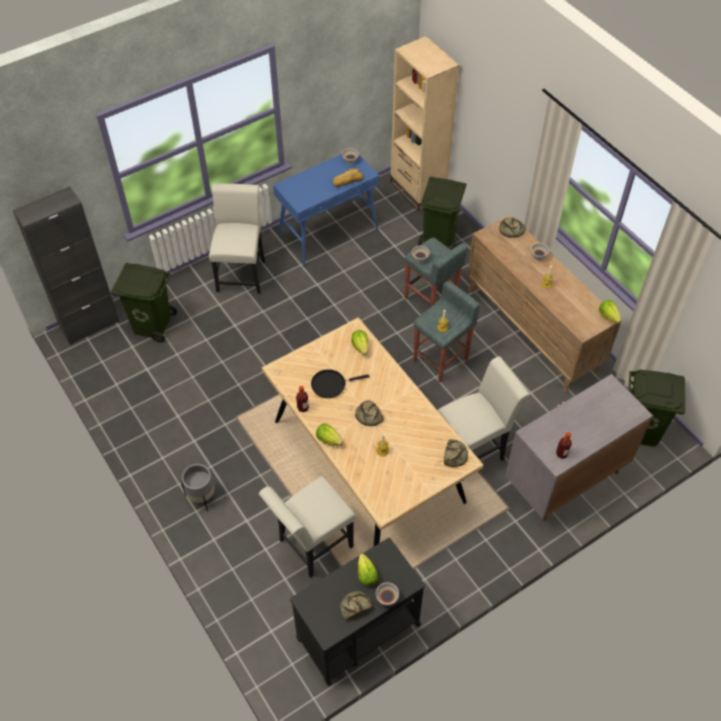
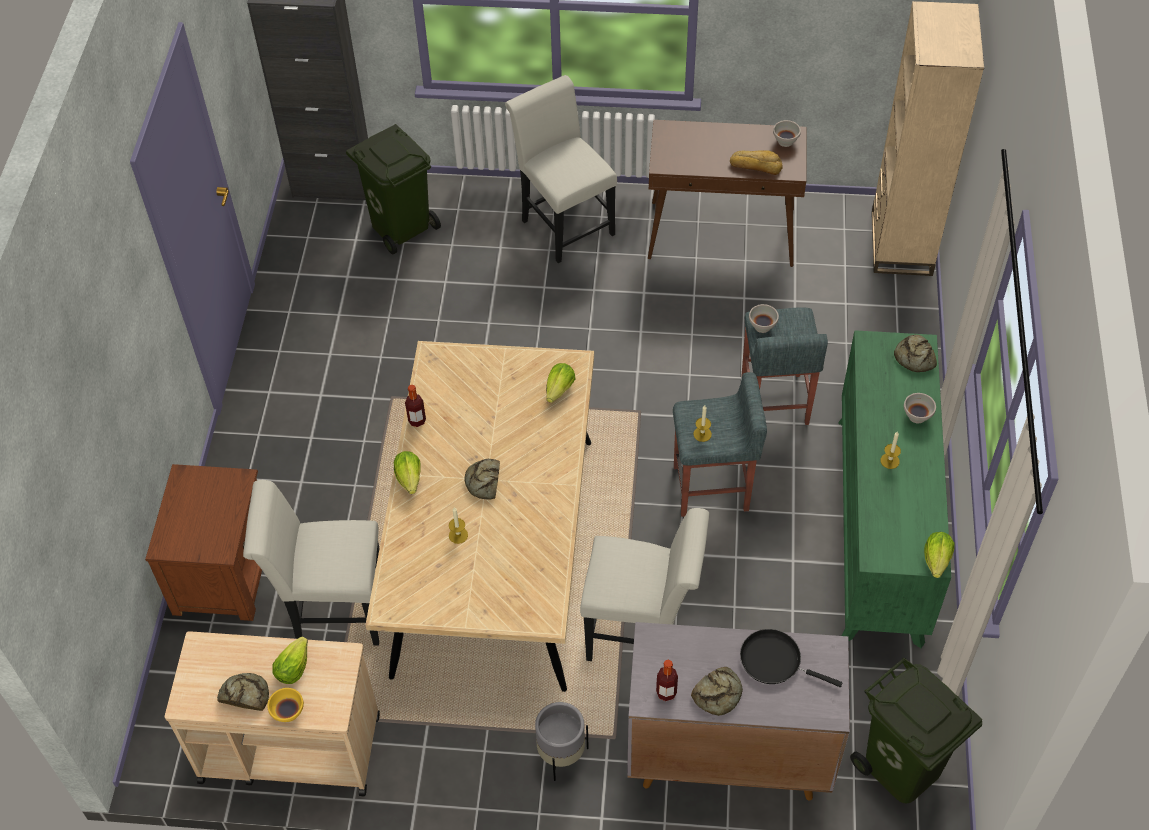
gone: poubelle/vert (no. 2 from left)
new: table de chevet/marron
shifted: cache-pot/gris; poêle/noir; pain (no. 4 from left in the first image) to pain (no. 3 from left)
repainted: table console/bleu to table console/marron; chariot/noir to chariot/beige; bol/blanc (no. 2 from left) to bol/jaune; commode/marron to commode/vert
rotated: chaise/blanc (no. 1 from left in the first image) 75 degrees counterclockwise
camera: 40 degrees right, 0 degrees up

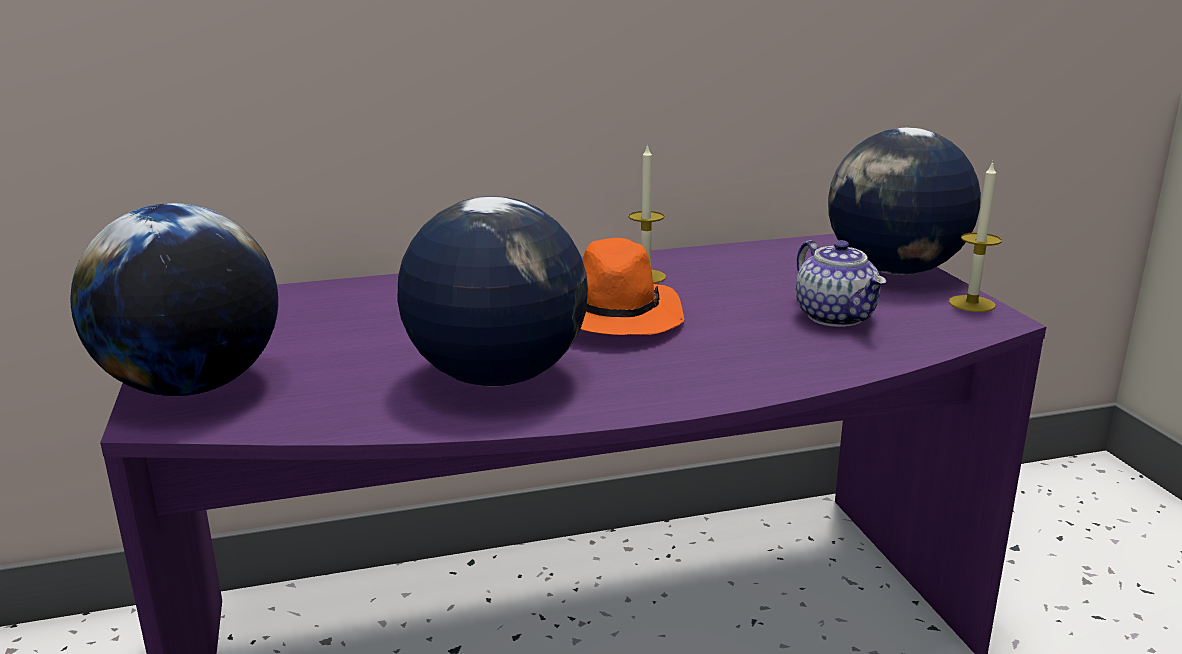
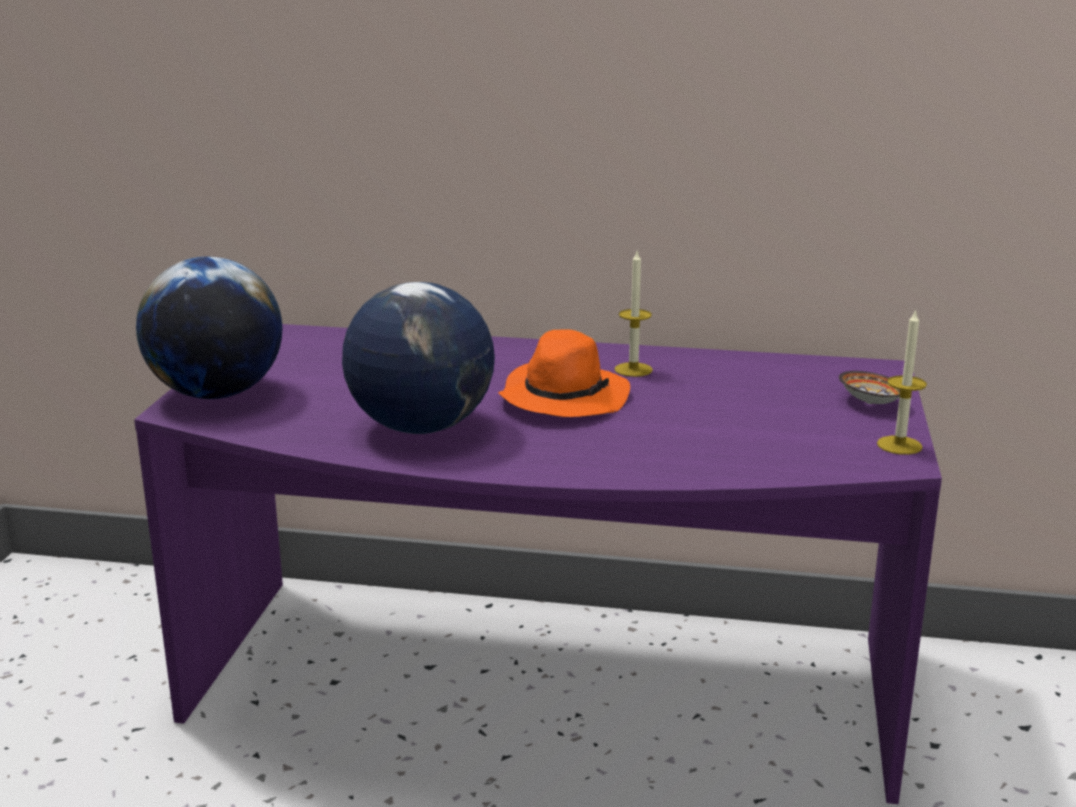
gone: théière
swapped: globe (no. 3 from left) to bol
camera: 25 degrees right, 0 degrees up

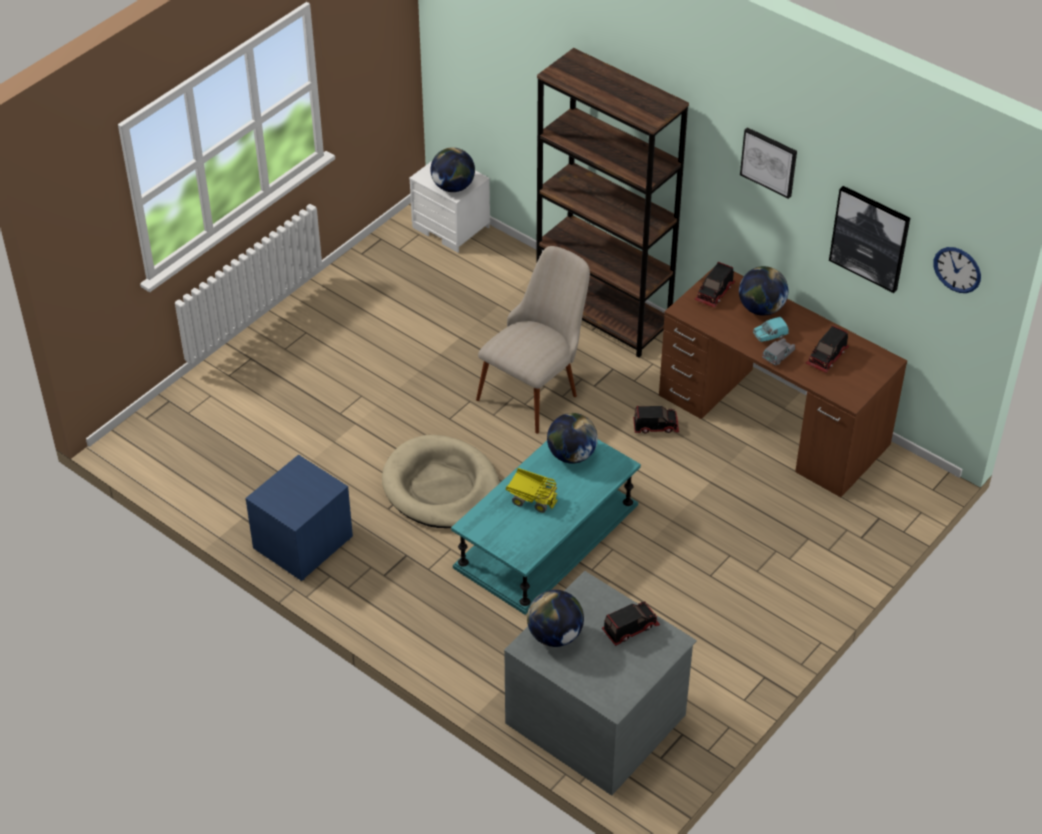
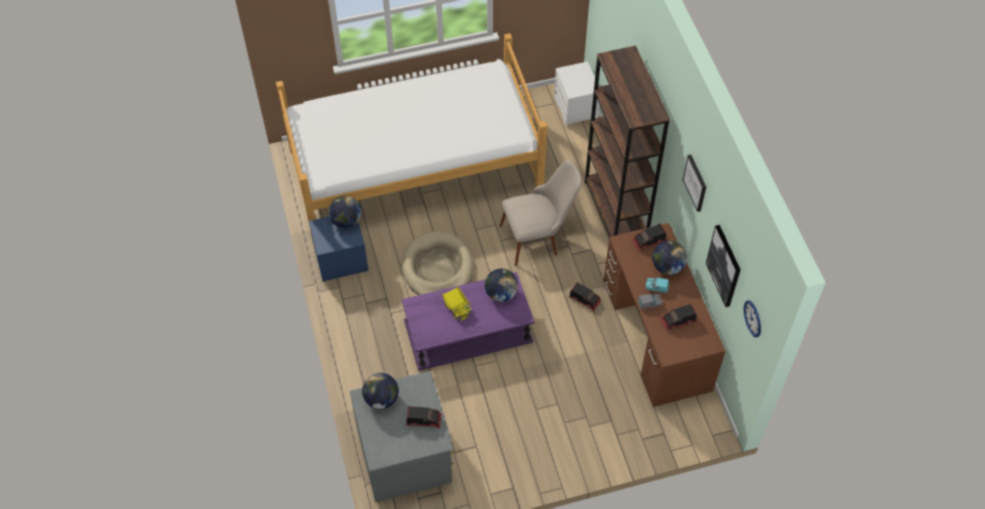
new: lit
shifted: globe (no. 1 from left)
repainted: table basse/turquoise to table basse/violet
camera: 35 degrees right, 10 degrees up

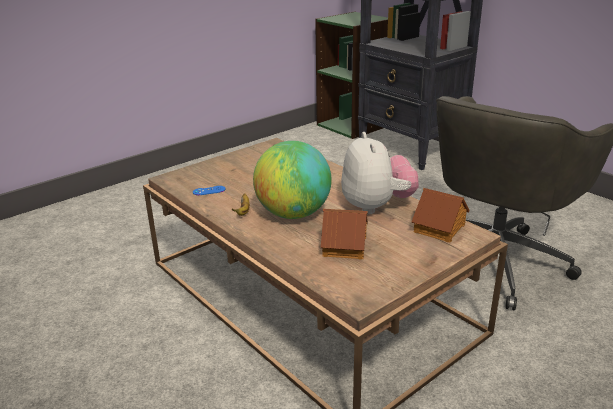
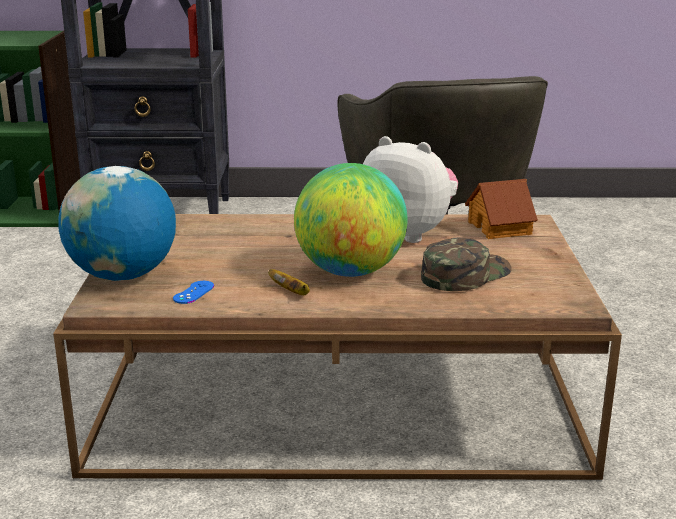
new: globe (no. 1 from left)
swapped: maison miniature (no. 1 from left) to casquette/vert
camera: 50 degrees left, 5 degrees down

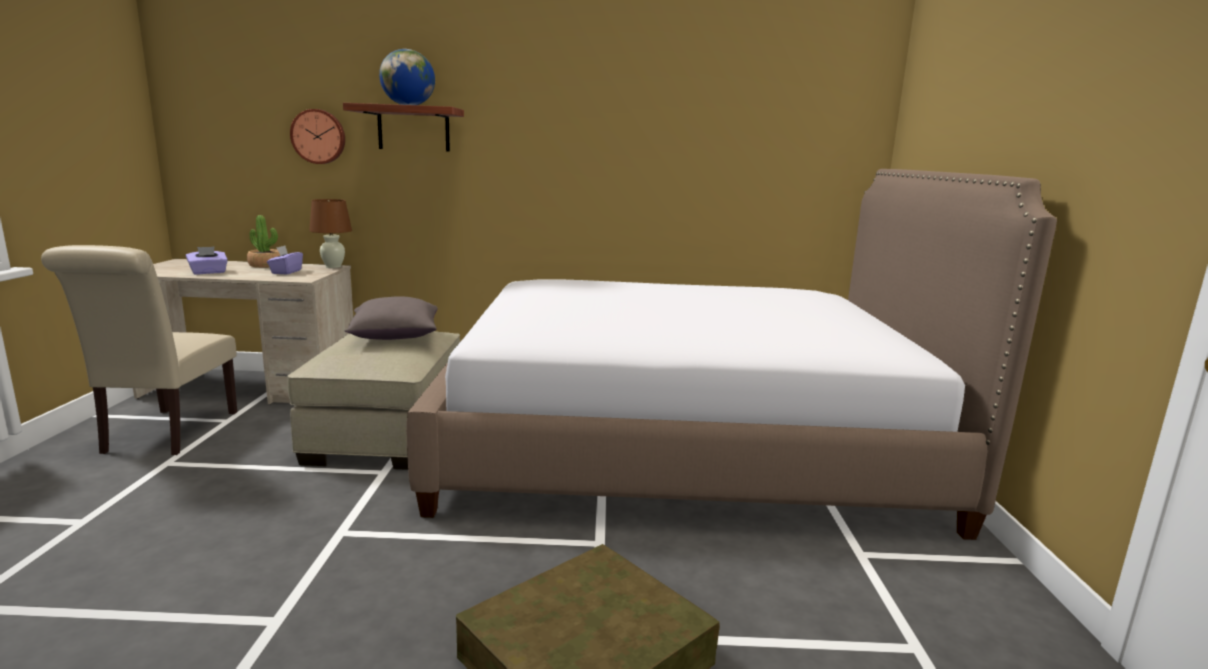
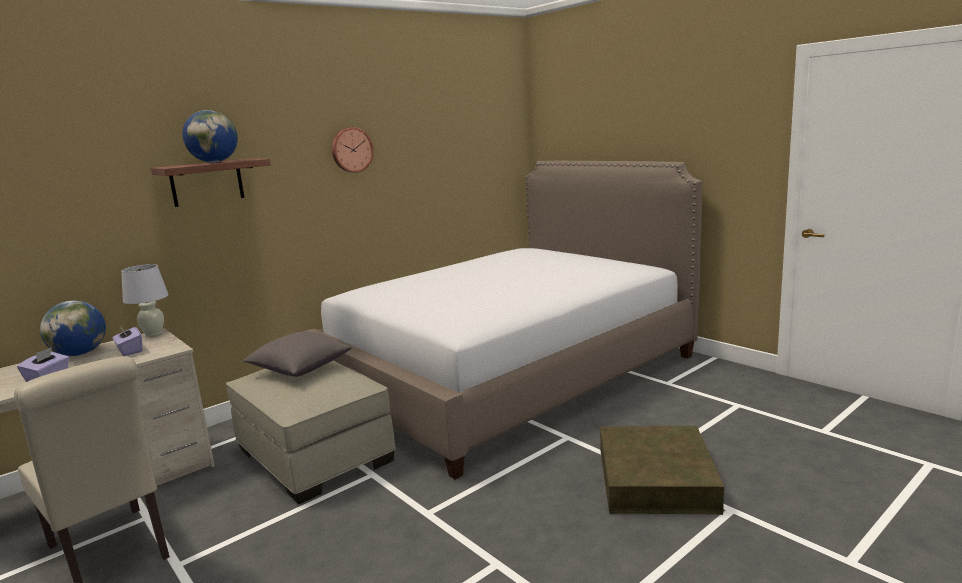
shifted: horloge murale
swapped: plante en pot to globe (no. 1 from left)
repainted: lampe de table/marron to lampe de table/blanc
camera: 40 degrees left, 0 degrees up

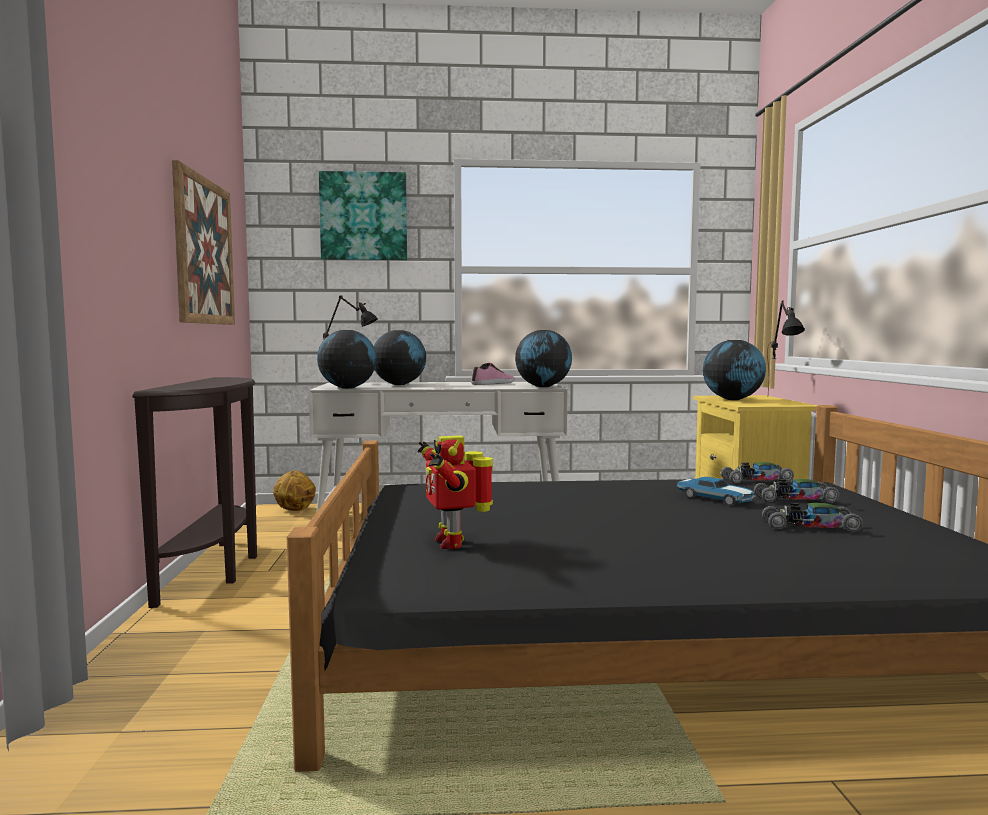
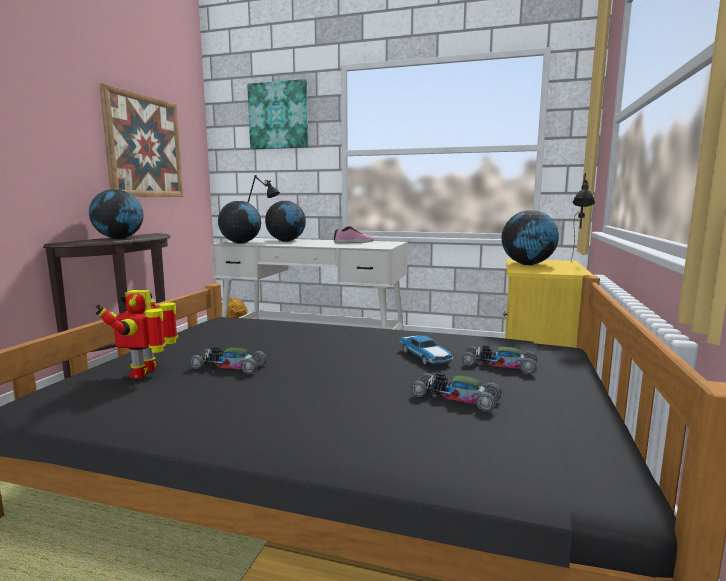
shifted: globe (no. 3 from left in the first image) to globe (no. 1 from left); petite voiture (no. 2 from left in the first image) to petite voiture (no. 1 from left)
camera: 20 degrees right, 5 degrees up

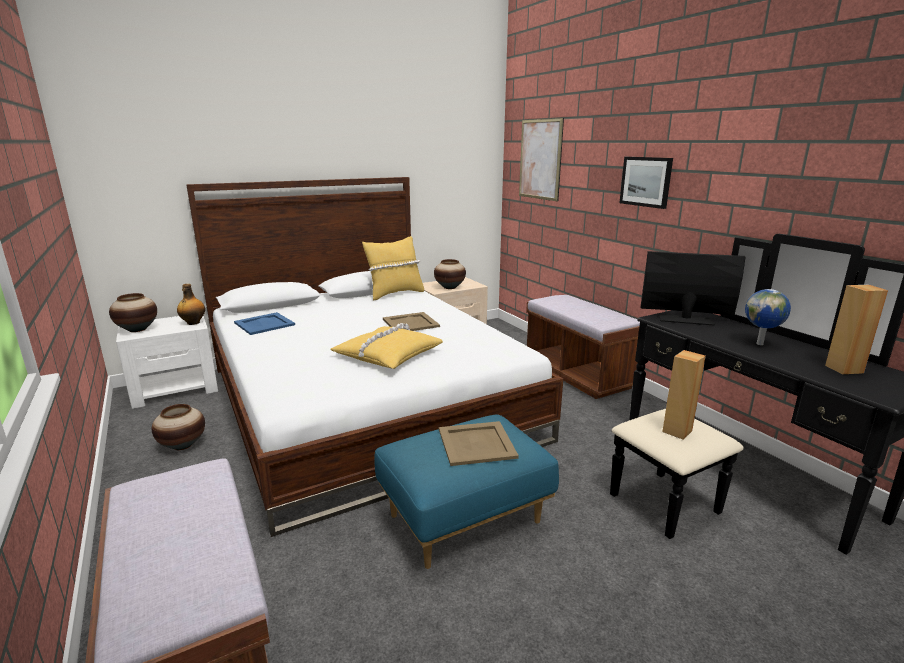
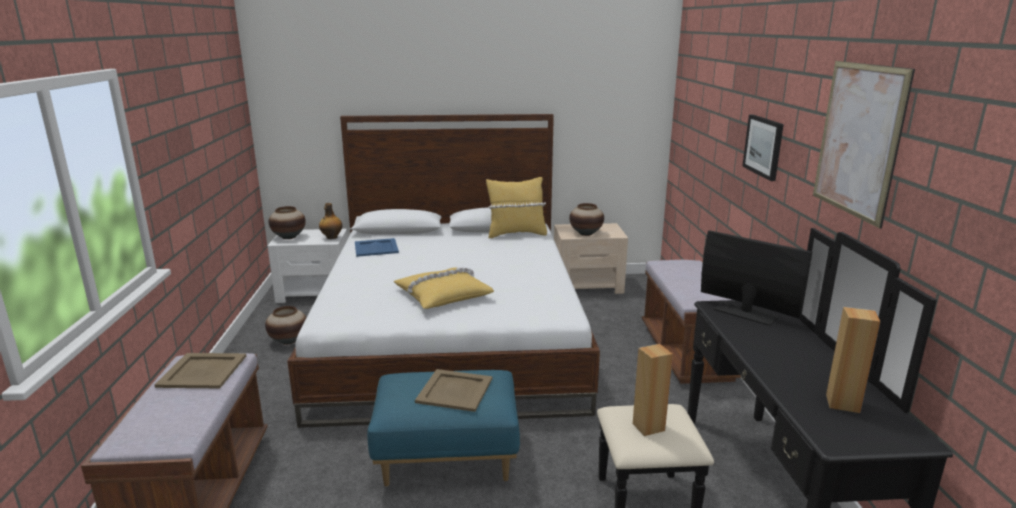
gone: globe
shifted: plateau/beige (no. 1 from left); tableau (no. 1 from left in the first image) to tableau (no. 2 from left)
camera: 25 degrees right, 0 degrees up

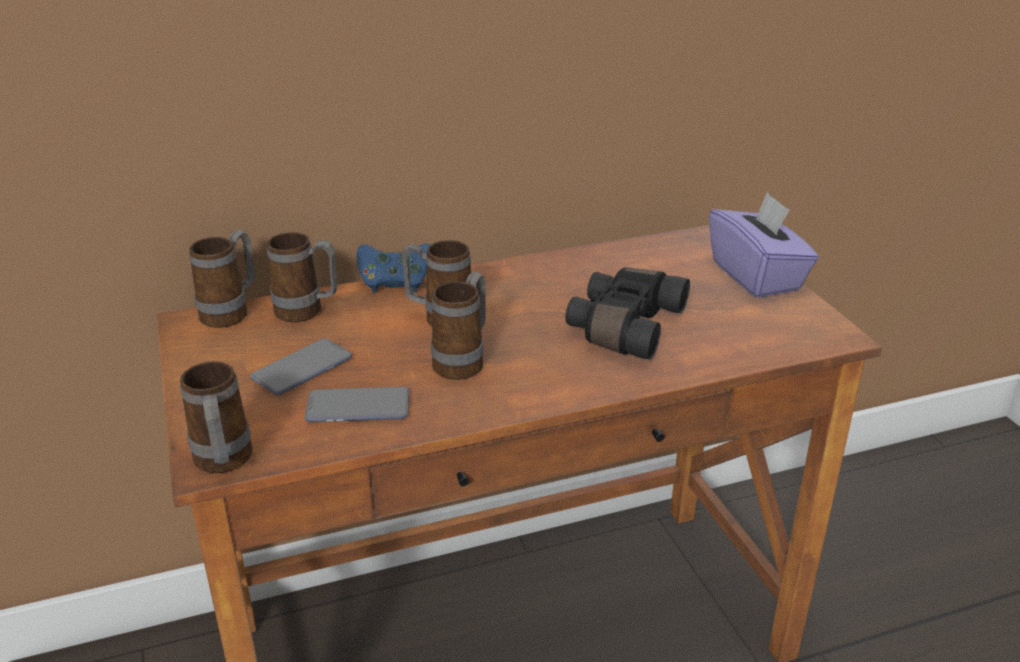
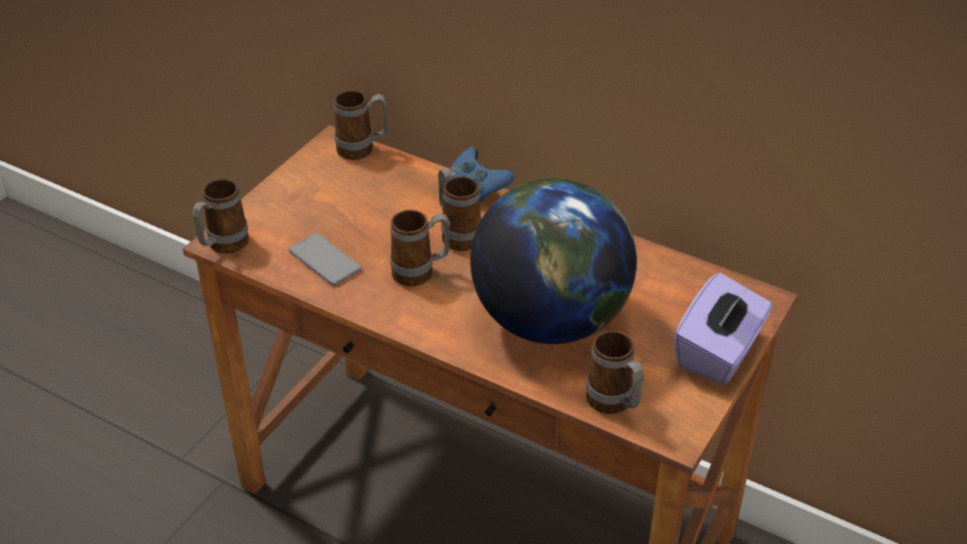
gone: téléphone (no. 1 from left)
shifted: mug (no. 3 from left in the first image) to mug (no. 5 from left)
swapped: jumelles/noir to globe
camera: 50 degrees right, 10 degrees up

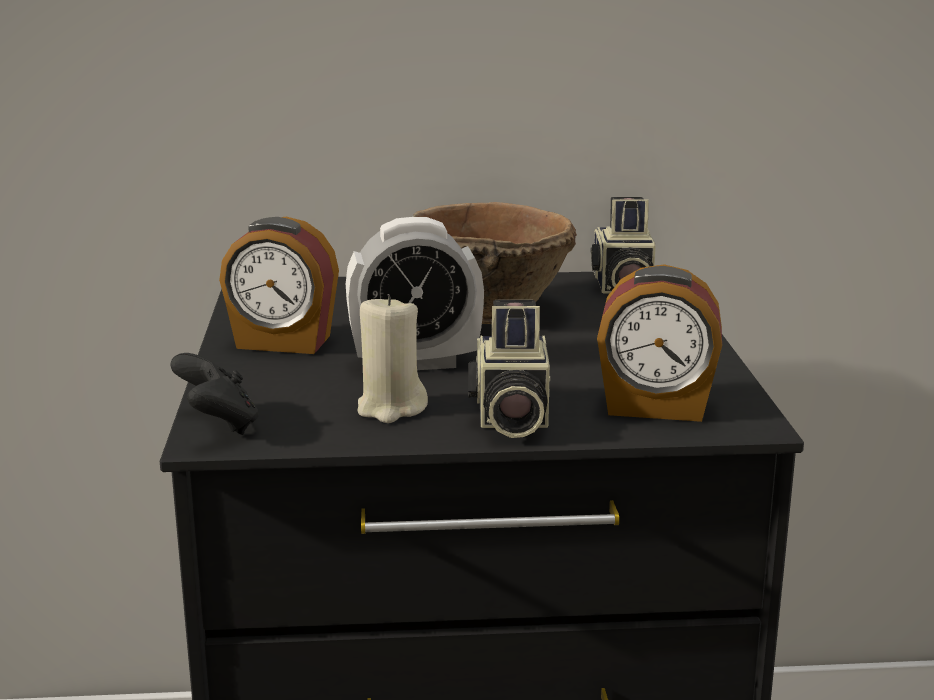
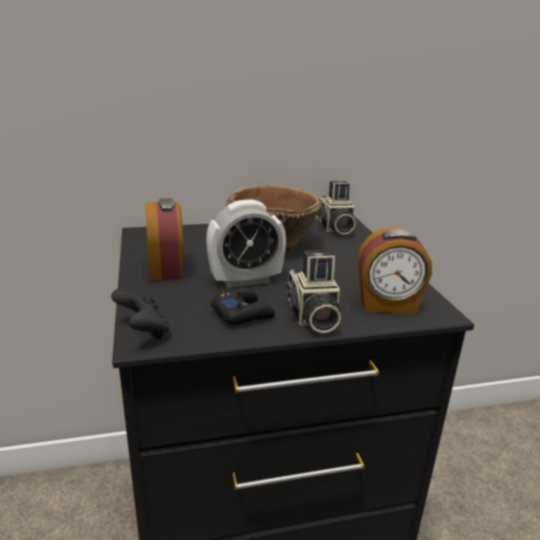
swapped: bougie/beige to manette/noir (no. 2 from left)
rotated: réveil (no. 1 from left) 105 degrees counterclockwise
camera: 10 degrees left, 5 degrees up

